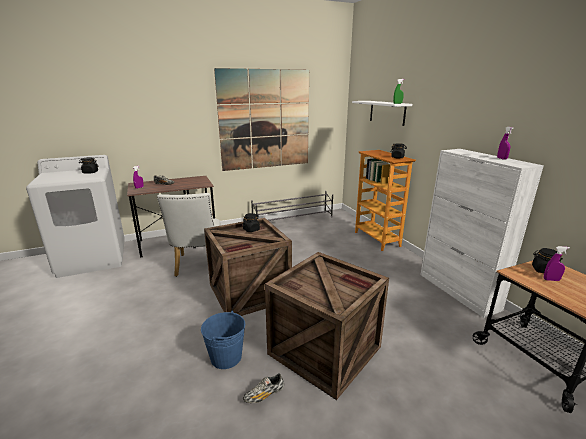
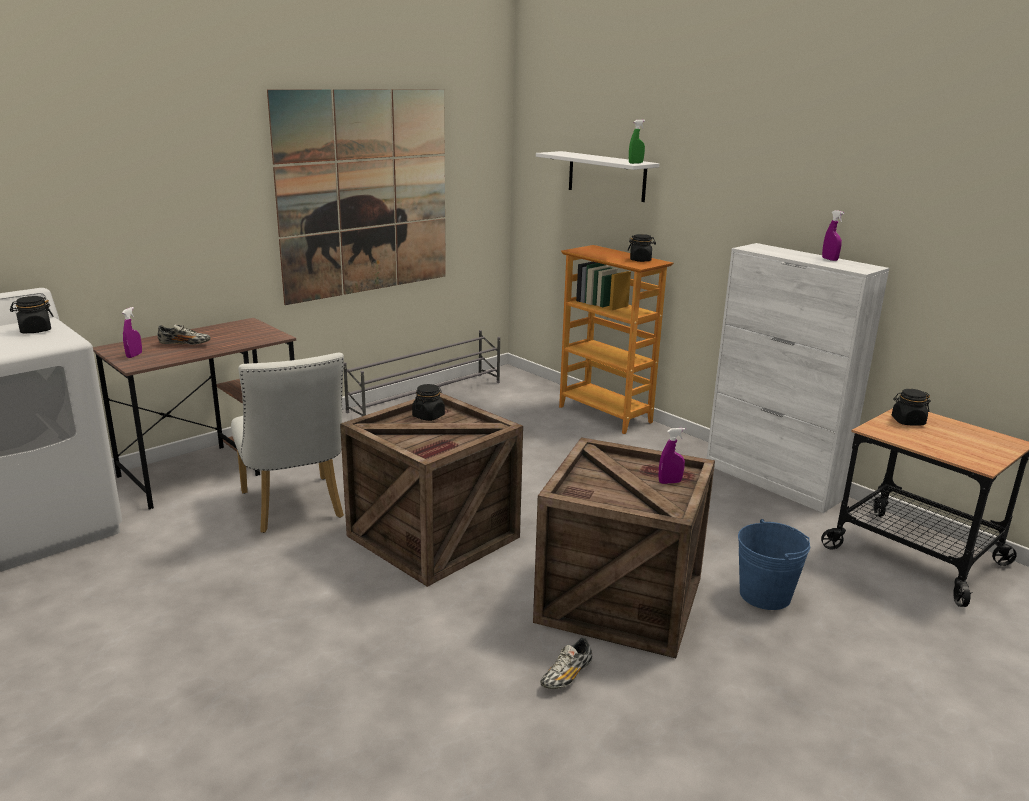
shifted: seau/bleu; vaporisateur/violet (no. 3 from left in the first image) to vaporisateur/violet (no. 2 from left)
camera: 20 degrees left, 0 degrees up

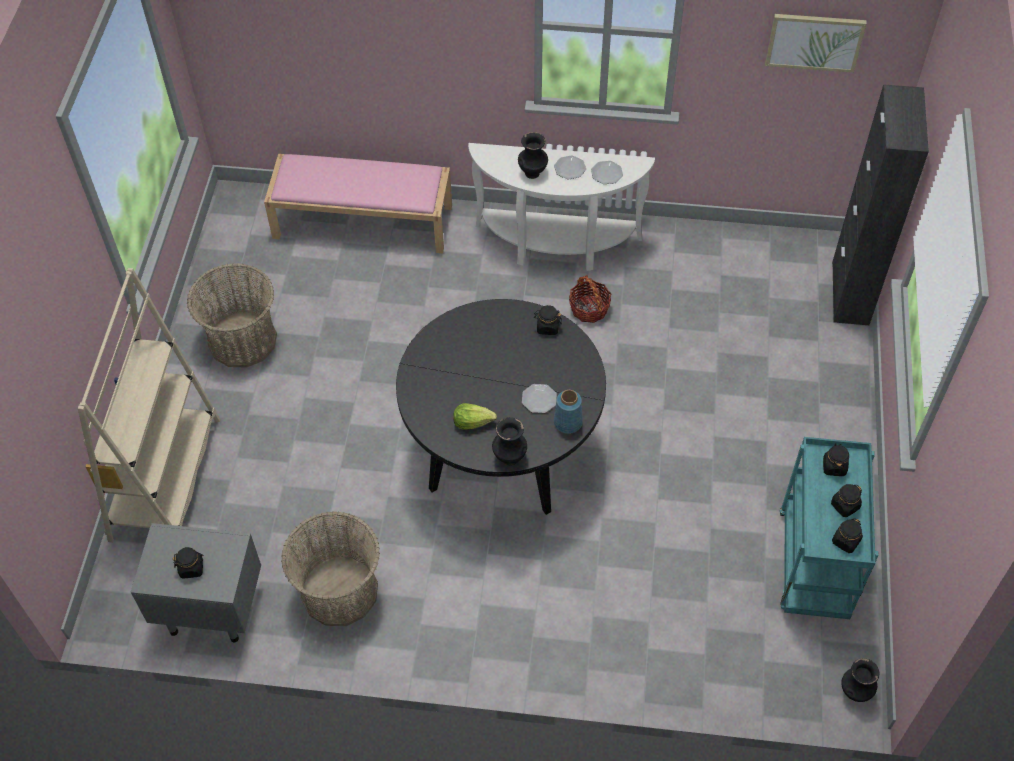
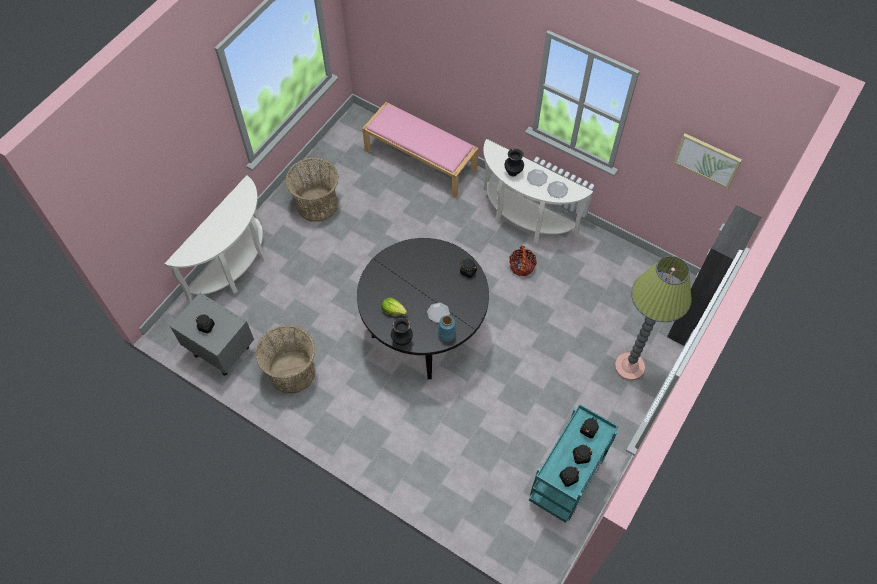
gone: vase/noir (no. 3 from left)
new: lampadaire
swapped: bibliothèque/beige to table console/blanc (no. 1 from left)
camera: 25 degrees right, 5 degrees up

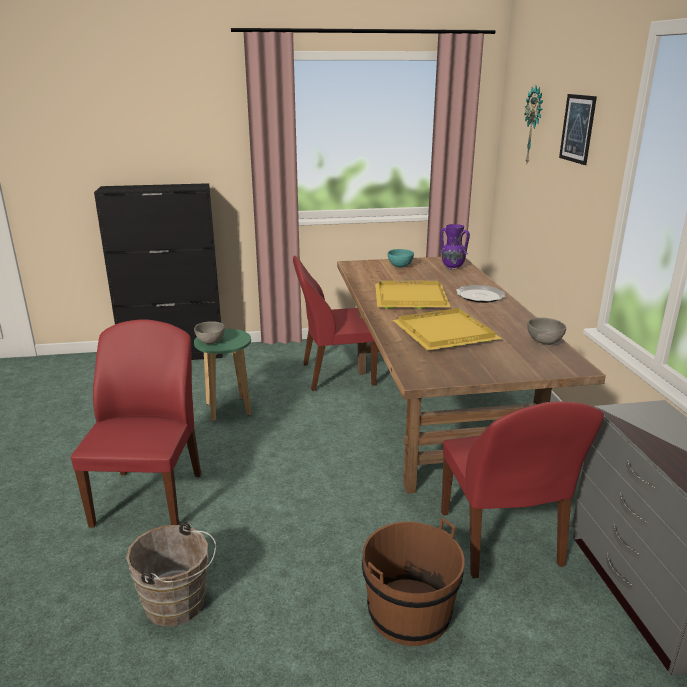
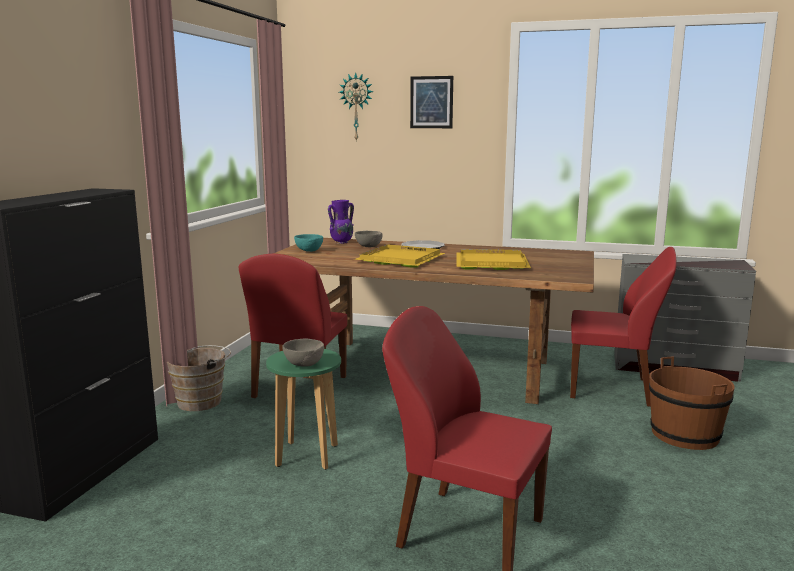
shifted: seau/marron (no. 1 from left); bol/gris (no. 2 from left)
camera: 65 degrees left, 10 degrees down

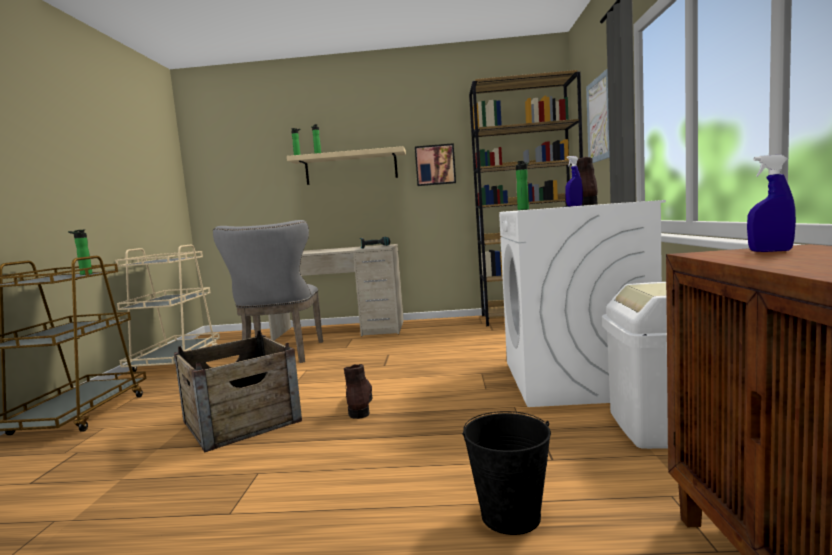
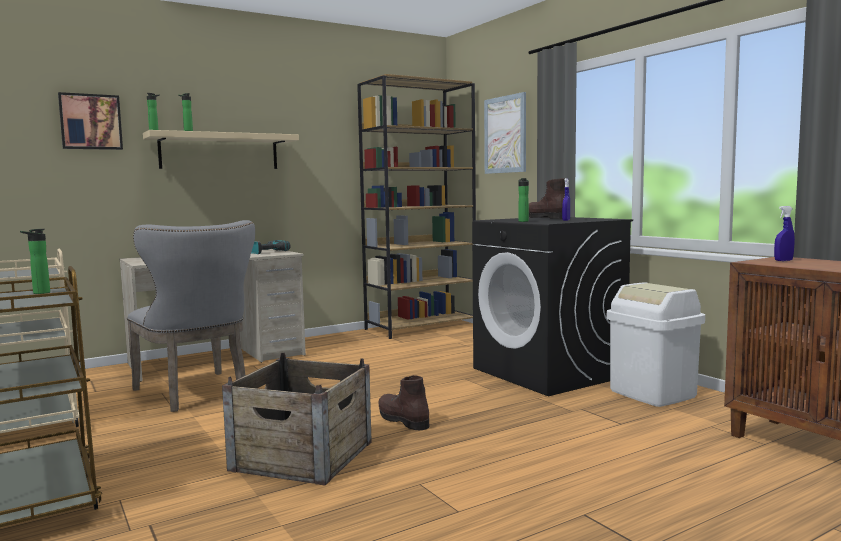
gone: seau/noir
shifted: tableau (no. 1 from left)
repainted: lave-linge/blanc to lave-linge/noir
camera: 35 degrees left, 0 degrees up

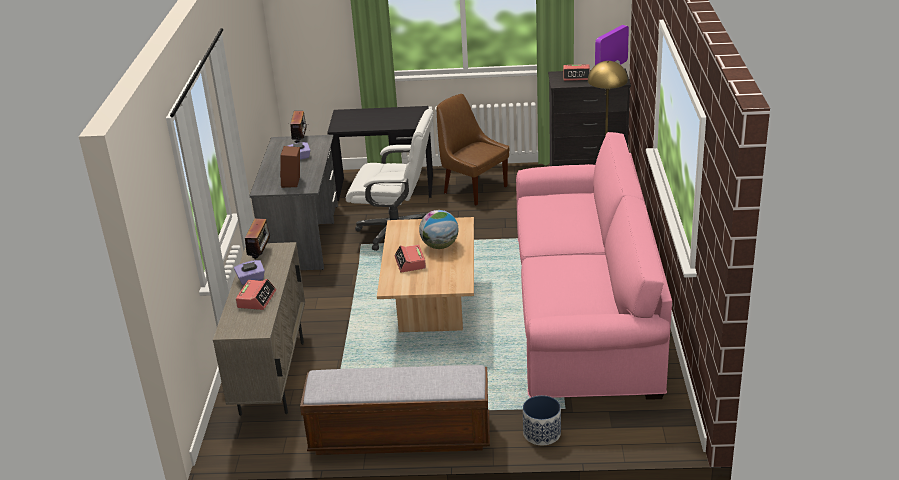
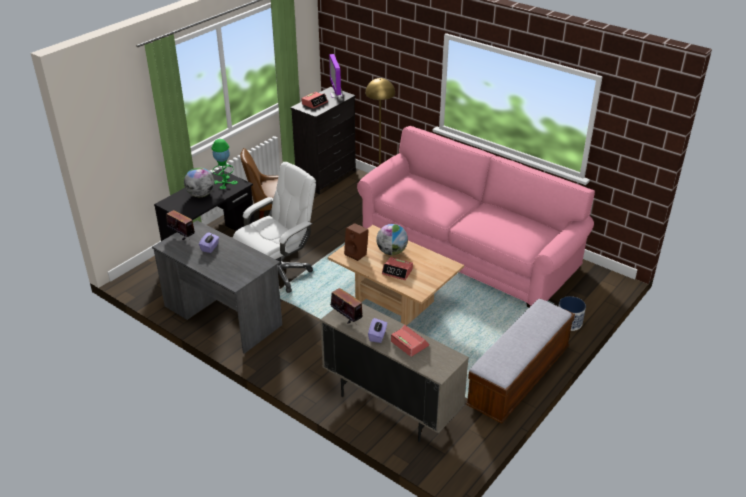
new: globe (no. 1 from left); lampe de table/vert
shifted: enceinte/marron
camera: 55 degrees left, 5 degrees up

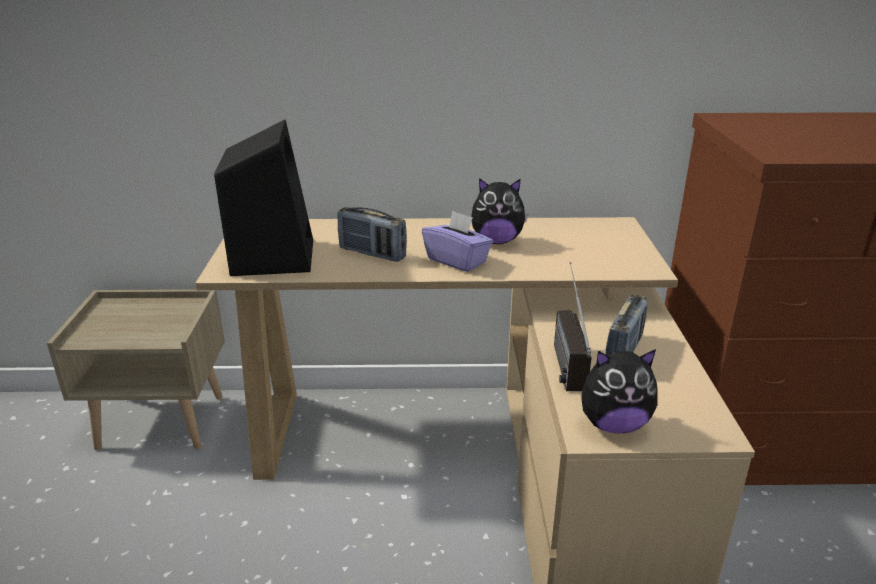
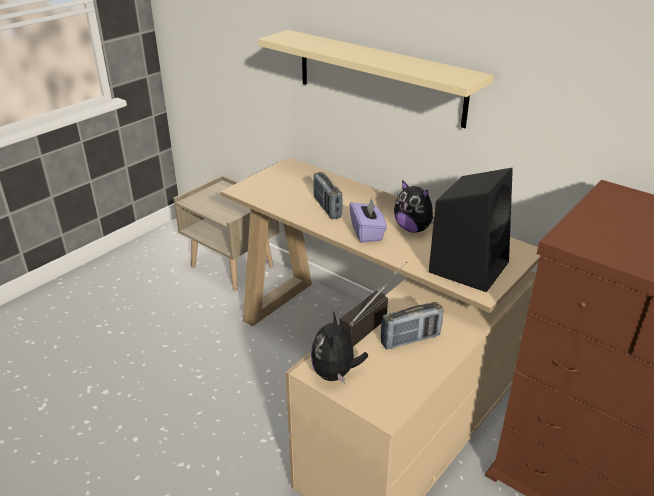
new: étagère/beige
shifted: enceinte/noir
rotated: peluche (no. 2 from left in the first image) 60 degrees clockwise
camera: 40 degrees right, 5 degrees up

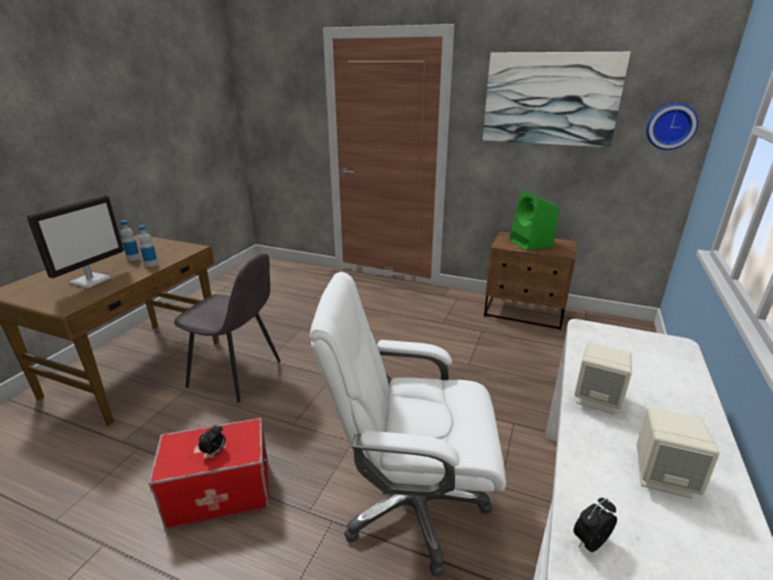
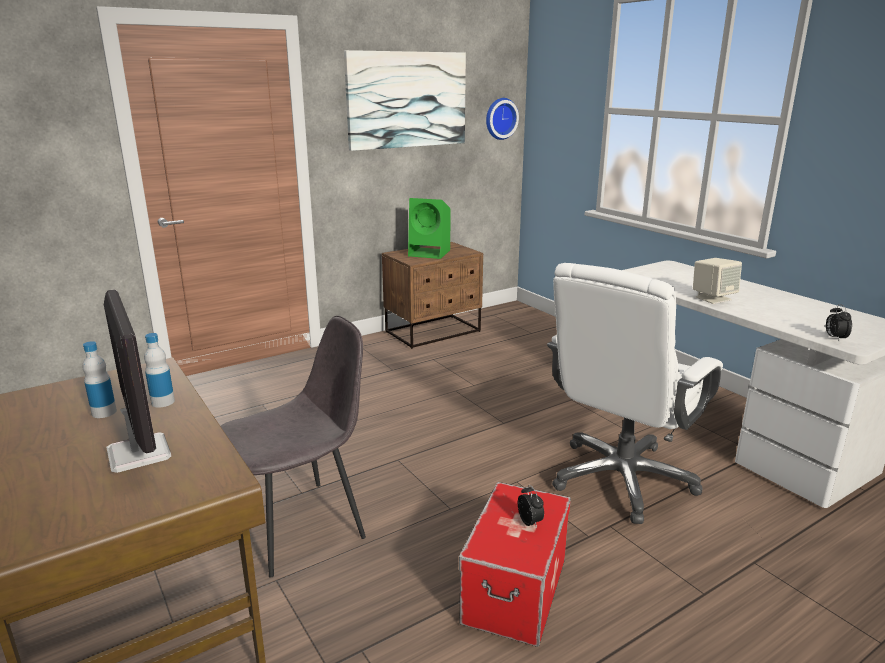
gone: enceinte/beige (no. 2 from left)
camera: 55 degrees left, 5 degrees down

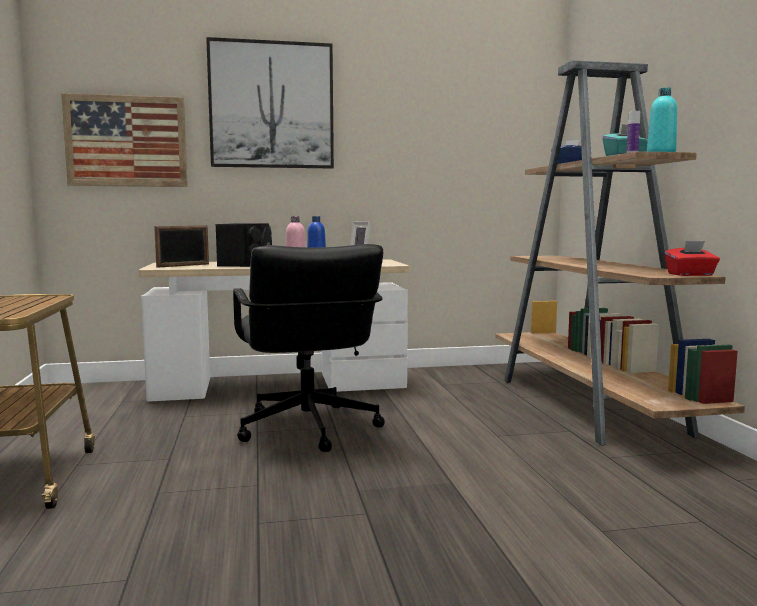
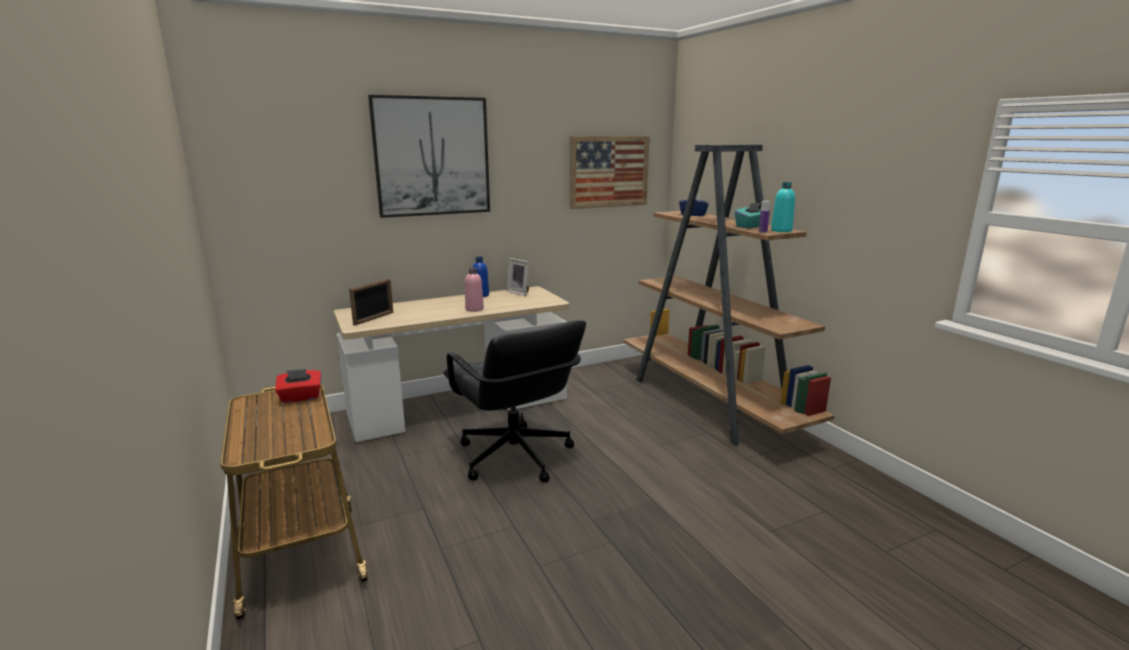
gone: enceinte/noir
shifted: tableau (no. 1 from left in the first image) to tableau (no. 2 from left); boîte à mouchoirs/rouge
camera: 15 degrees left, 10 degrees up

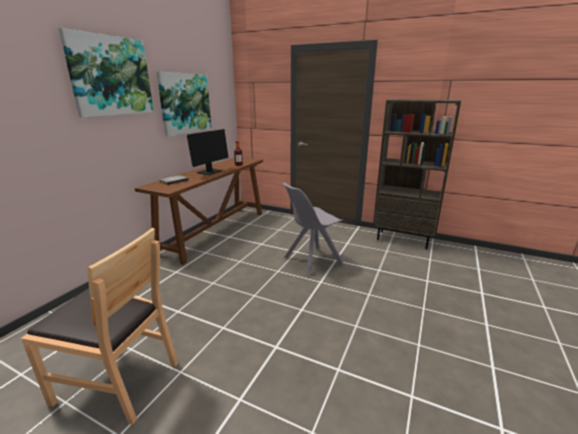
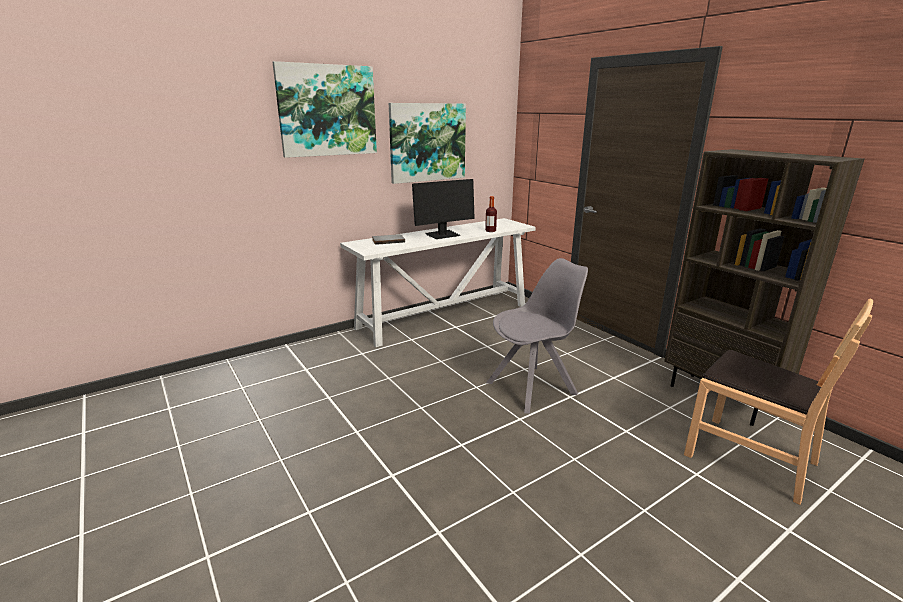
shifted: chaise/marron
repainted: table console/marron to table console/blanc
rotated: chaise/gris 150 degrees clockwise
camera: 30 degrees right, 0 degrees up

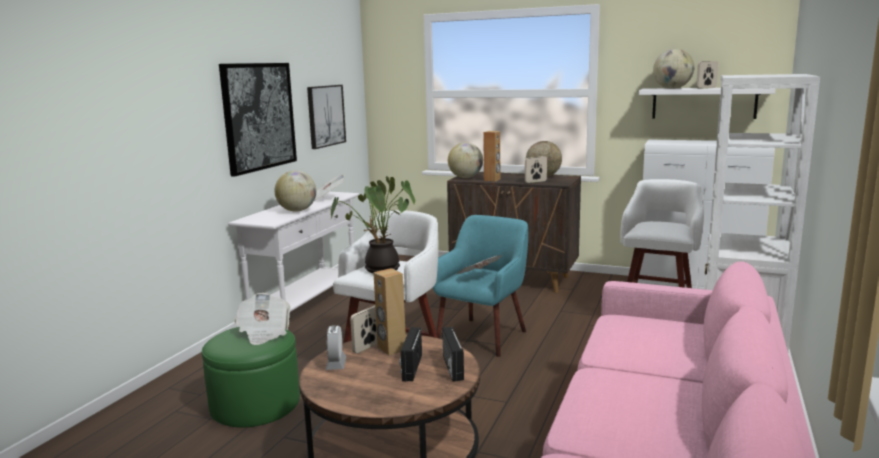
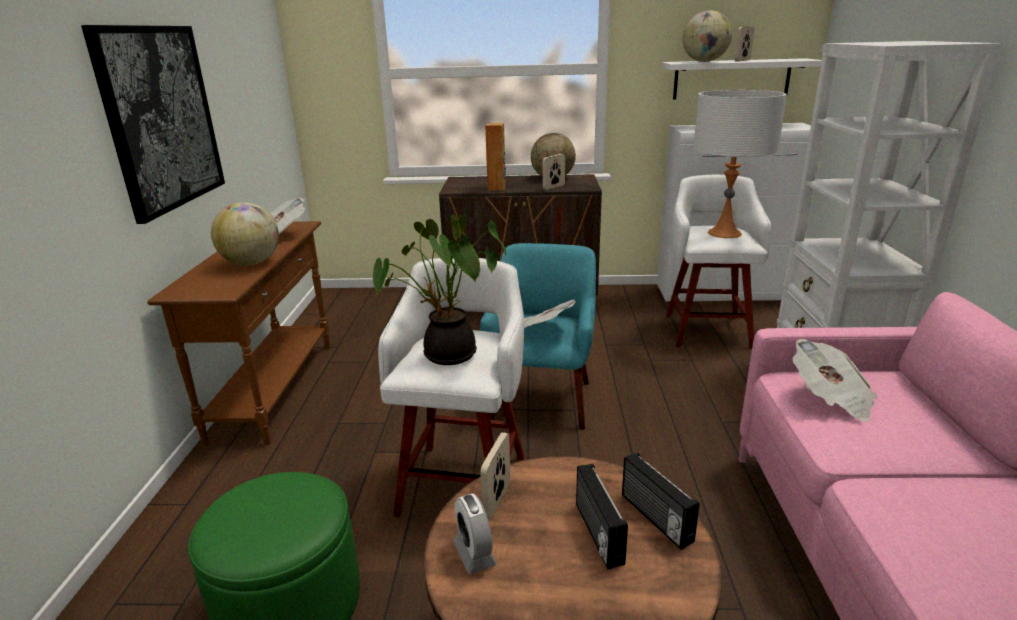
gone: tableau (no. 2 from left); enceinte/marron (no. 1 from left); globe (no. 2 from left)
new: lampe de table/blanc
shifted: journal (no. 1 from left in the first image) to journal (no. 3 from left)
repainted: table console/blanc to table console/marron
camera: 20 degrees left, 10 degrees up

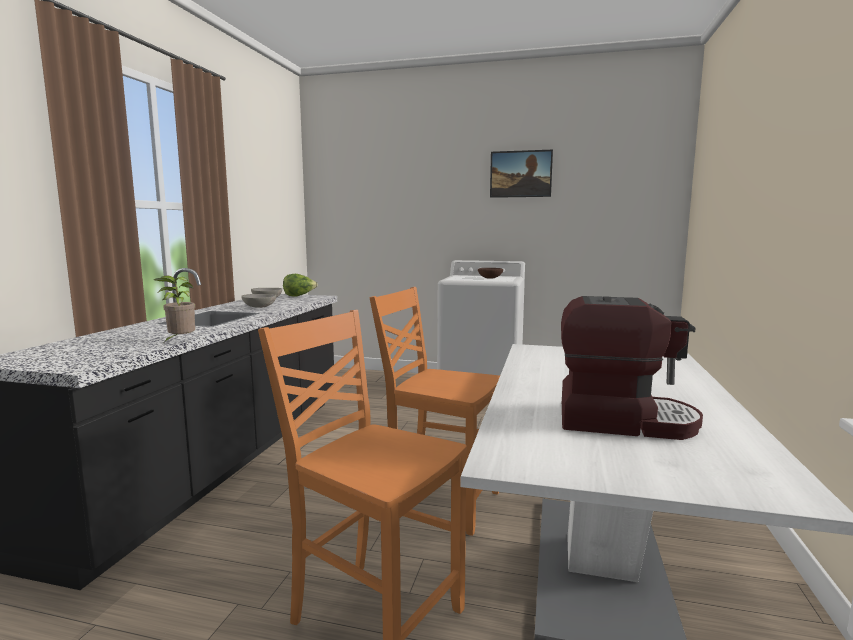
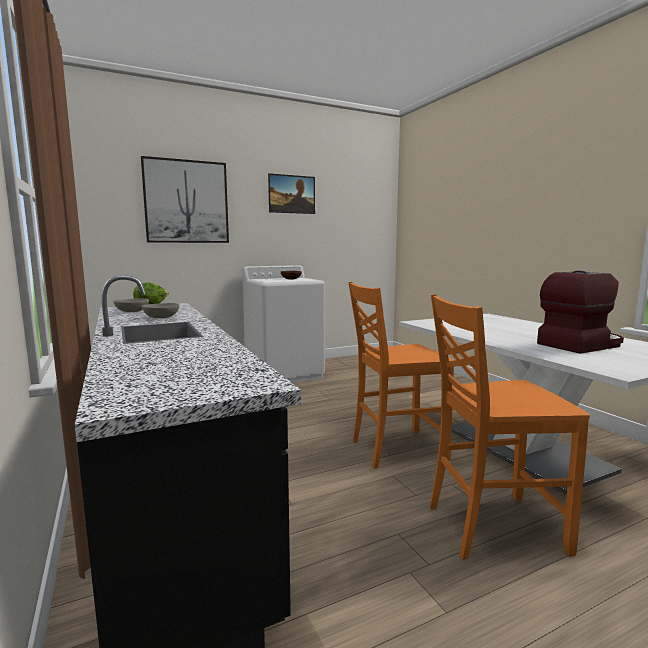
gone: plante en pot
new: tableau (no. 1 from left)
camera: 40 degrees left, 0 degrees up

